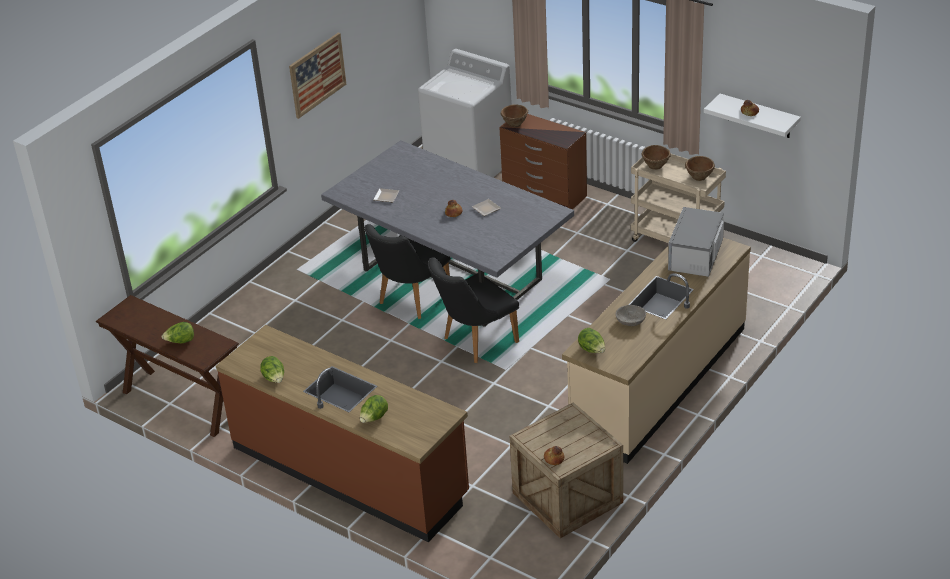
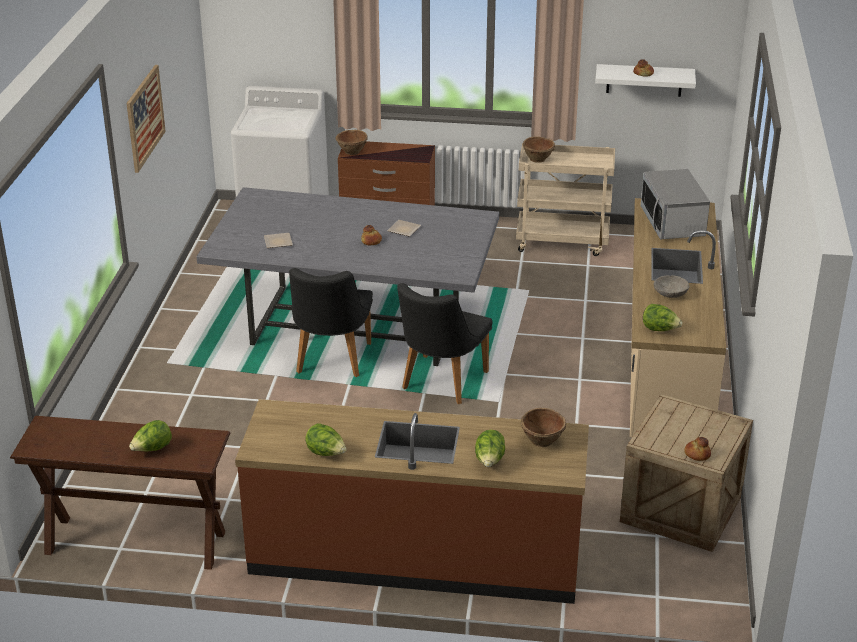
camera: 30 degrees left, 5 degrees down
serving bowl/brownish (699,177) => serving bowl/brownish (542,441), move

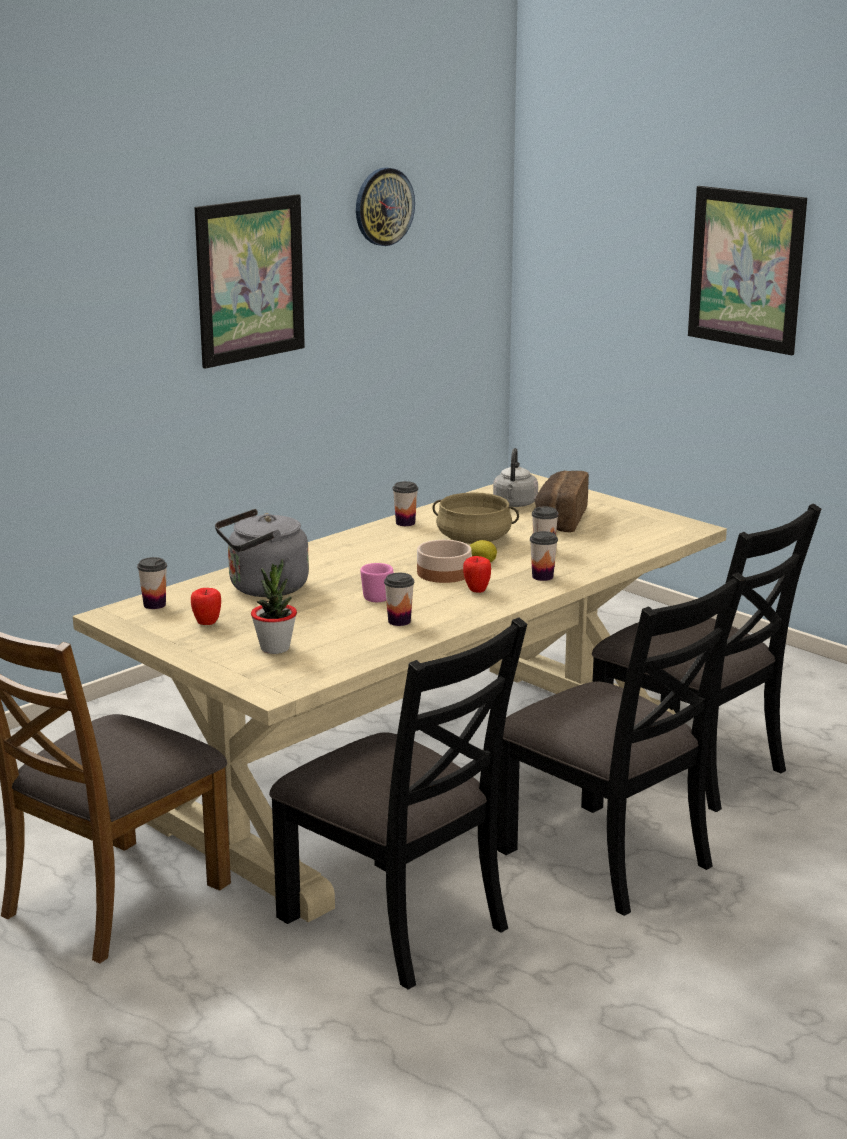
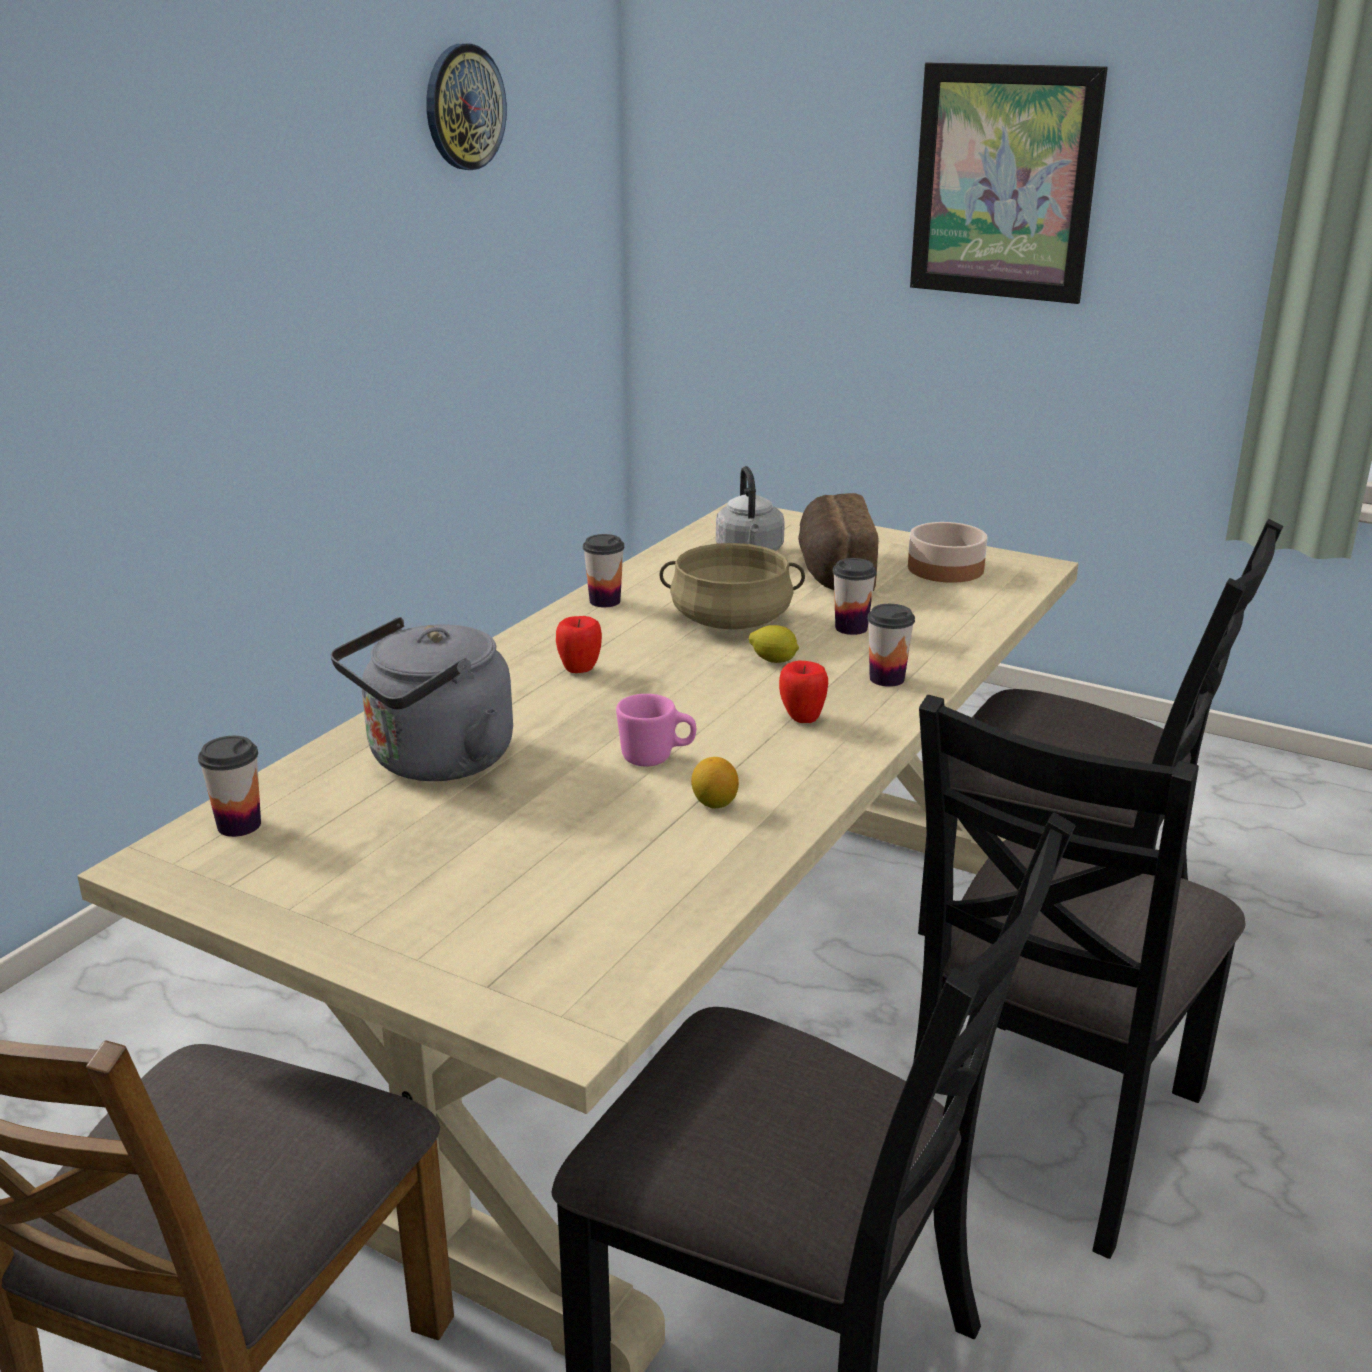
camera: 15 degrees left, 5 degrees up
whole apple (207,623) => whole apple (579,670), move
picture (250,280) => nothing
houseplant (275,648) => nothing
small cup (399,621) => whole lemon (714,803)
serving bowl (443,573) => serving bowl (944,569), move
upright chair/black-coloured (606,857) => upright chair/black-coloured (1047,1124), 90 degrees clockwise

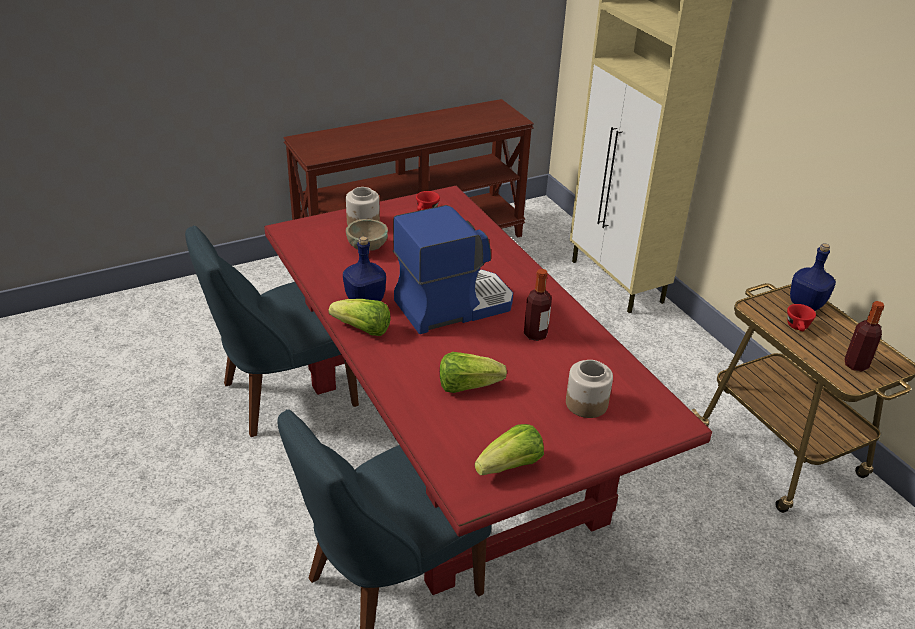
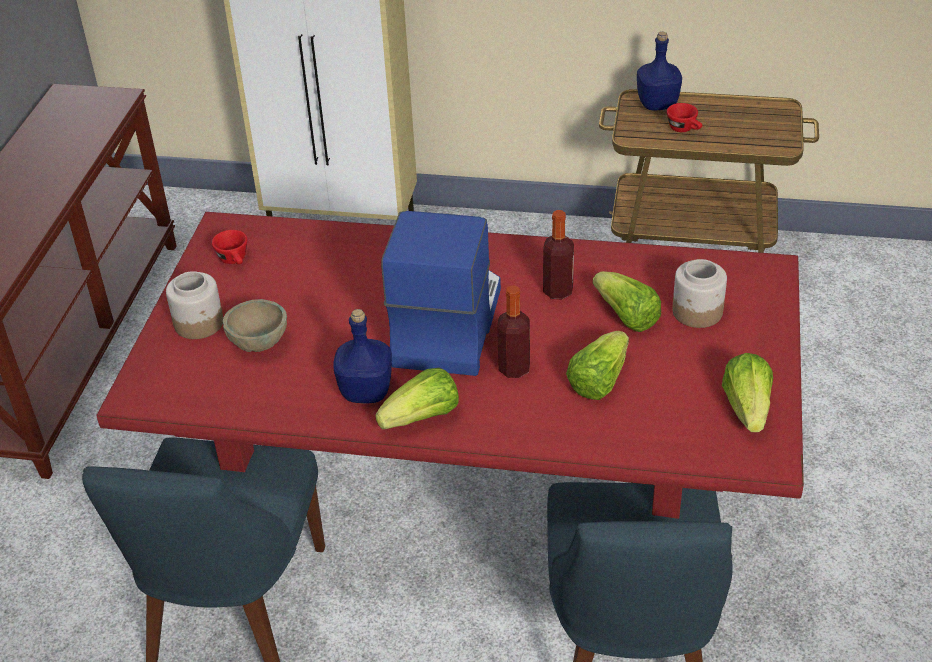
camera: 50 degrees left, 5 degrees up
beverage bottle (856,365) => beverage bottle (514,368), move
nothing => lettuce head (626,317)

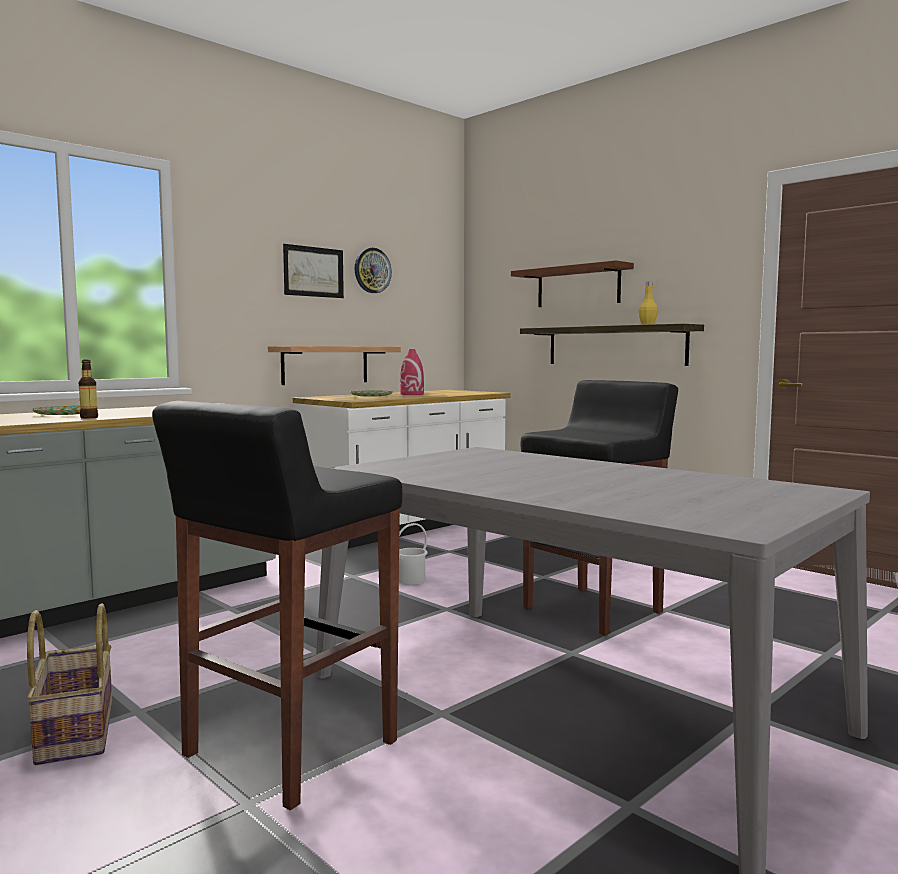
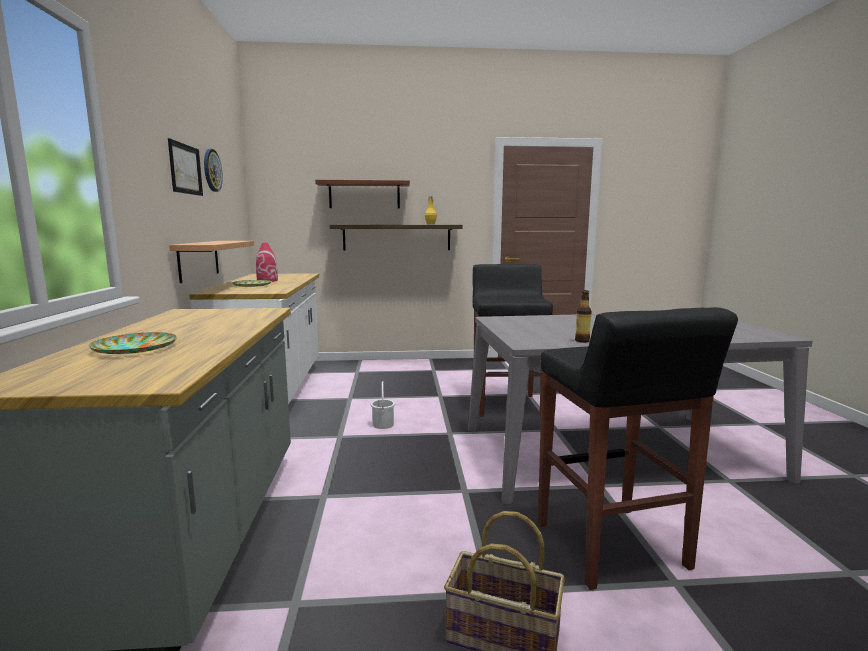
camera: 50 degrees left, 5 degrees up
beverage bottle (89,417) => beverage bottle (582,341), move

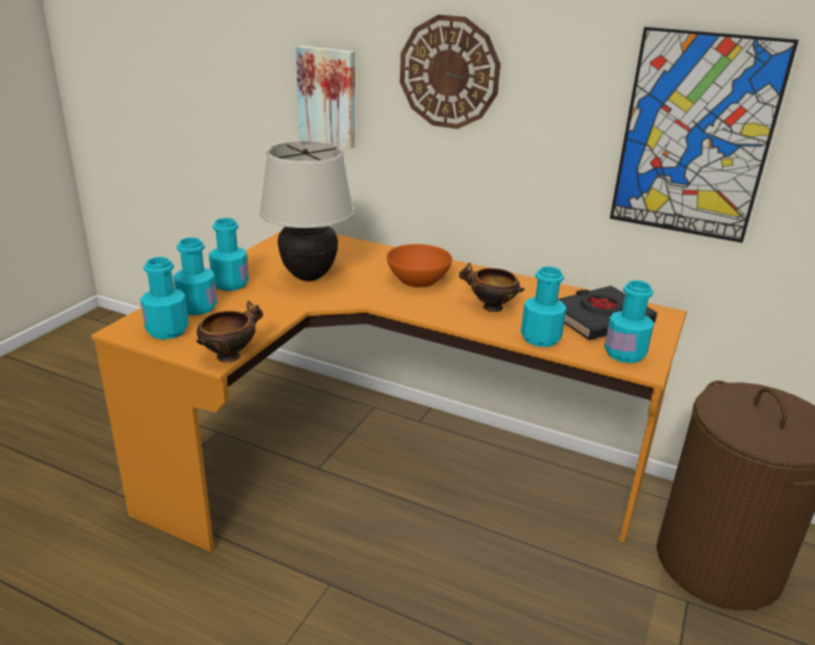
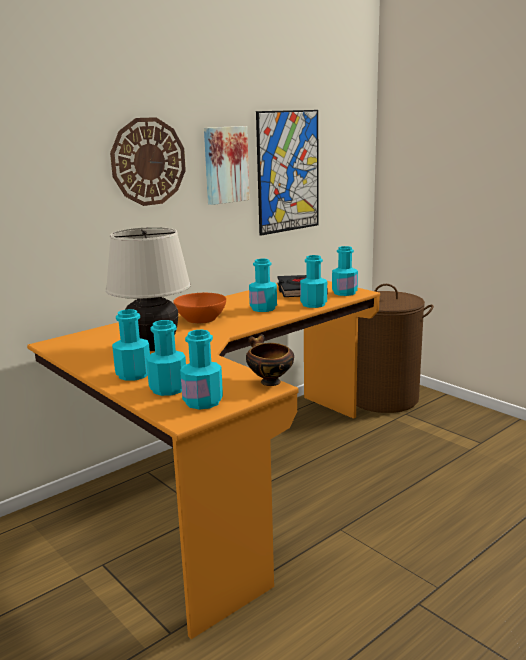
camera: 65 degrees left, 10 degrees down
picture (328,96) => picture (225,165), move
serving bowl (490,307) => beverage bottle/turquoise (263,308)

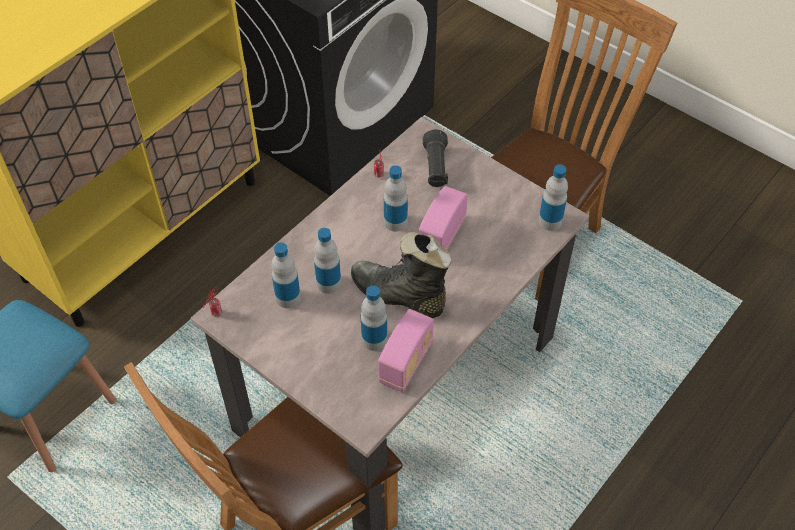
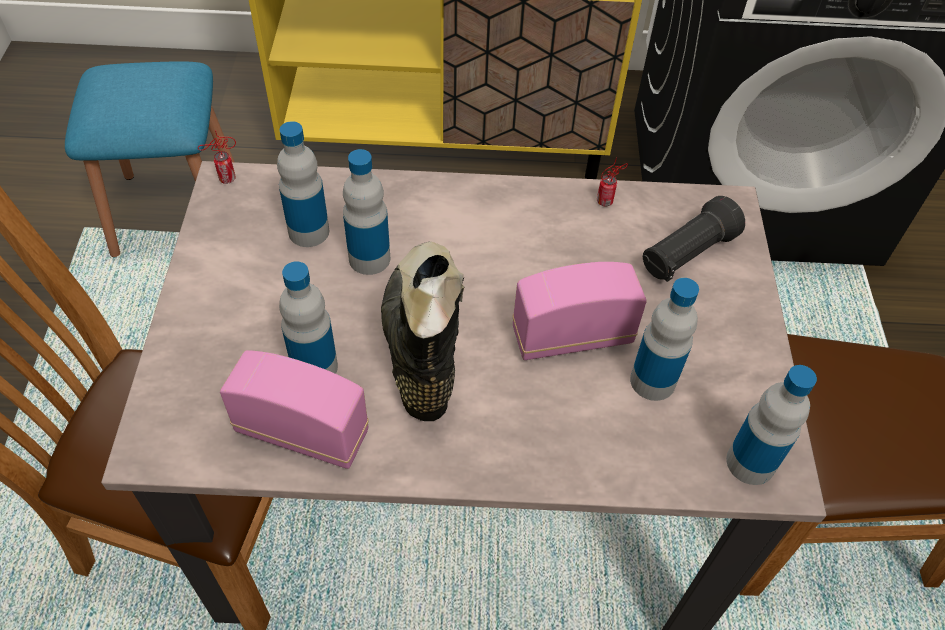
camera: 50 degrees right, 0 degrees up
radio (406,363) => radio (302,432), 150 degrees counterclockwise
beverage bottle (395,222) => beverage bottle (652,381), move

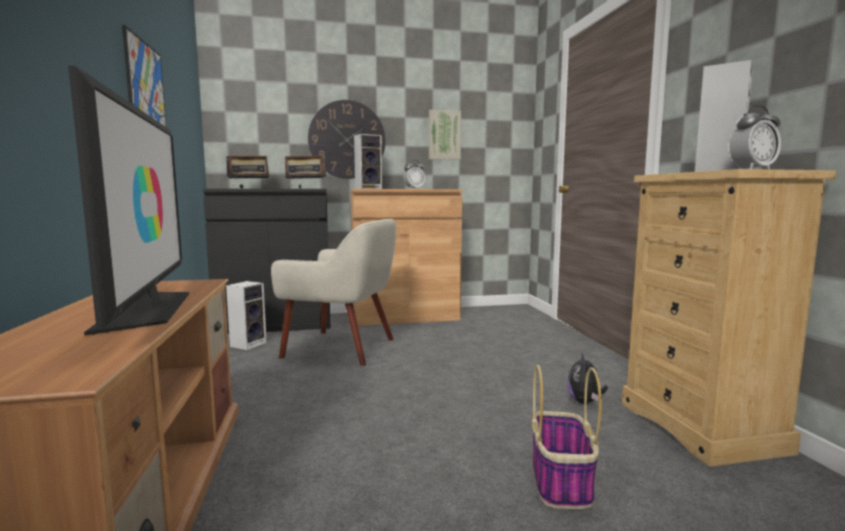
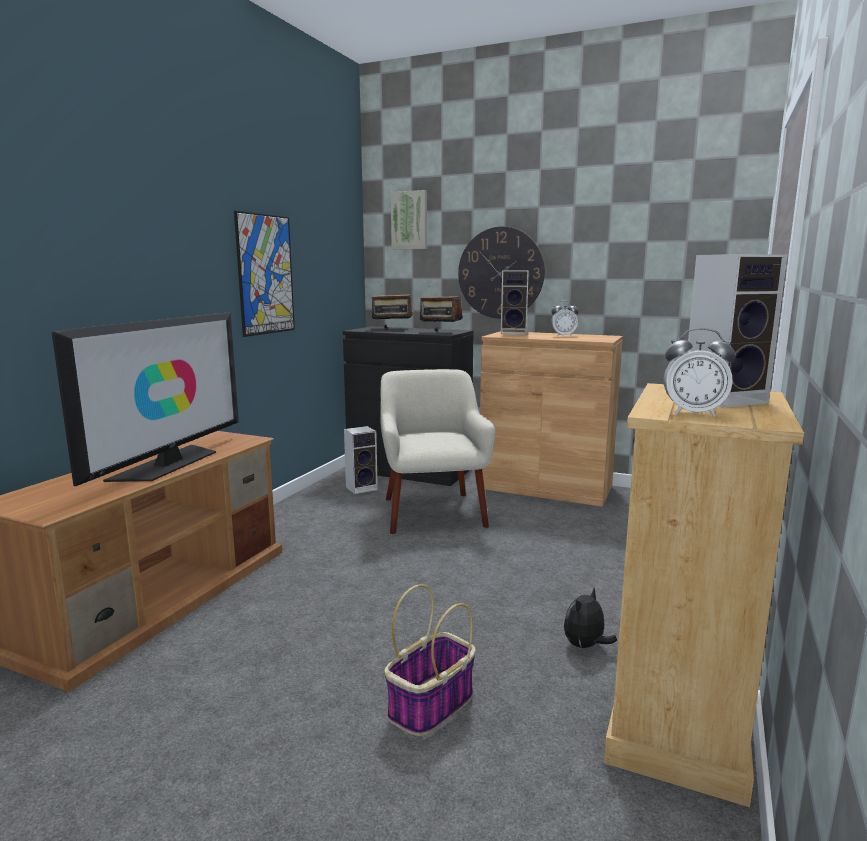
camera: 35 degrees right, 5 degrees up
lounge chair/beige (342,348) => lounge chair/beige (432,511), 150 degrees counterclockwise
picture (444,135) => picture (410,220), move

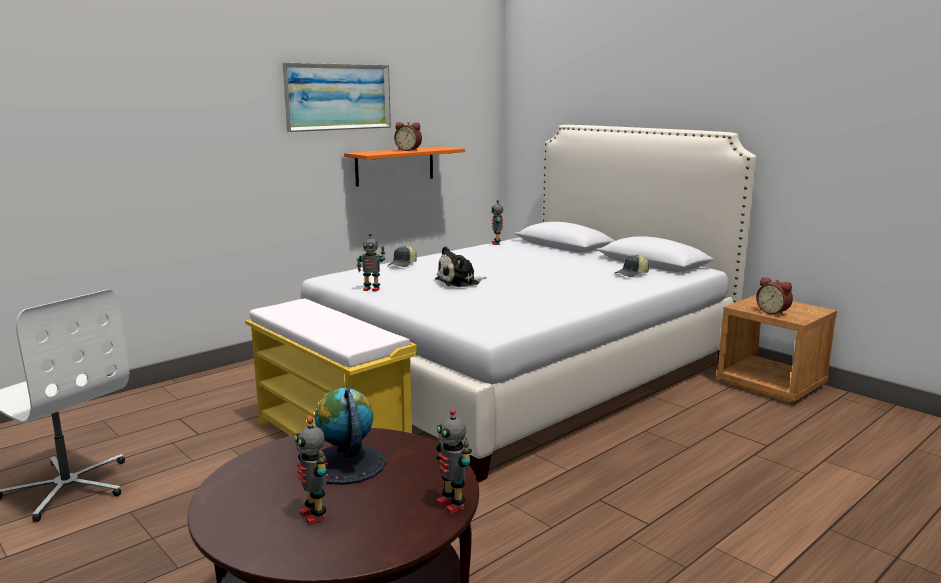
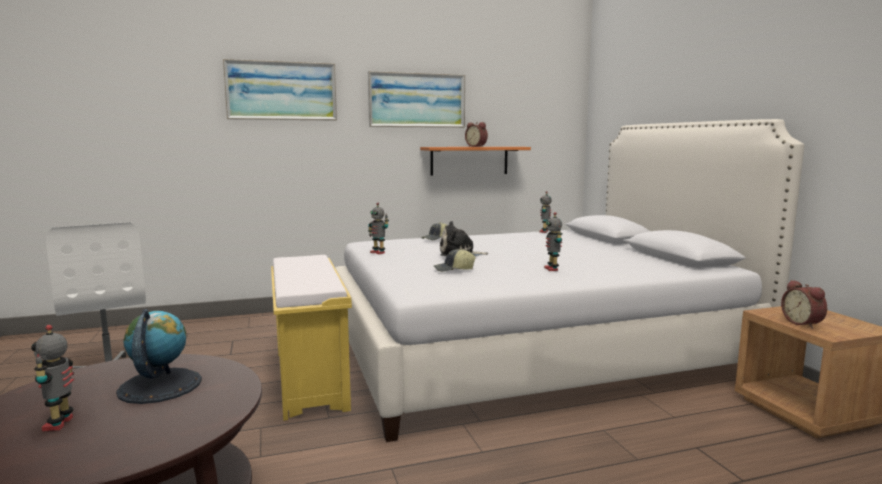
camera: 25 degrees right, 5 degrees down
toy robot (452,504) => toy robot (552,269), move
baseball cap (632,274) => baseball cap (454,270), move
nothing => picture (281,91)

